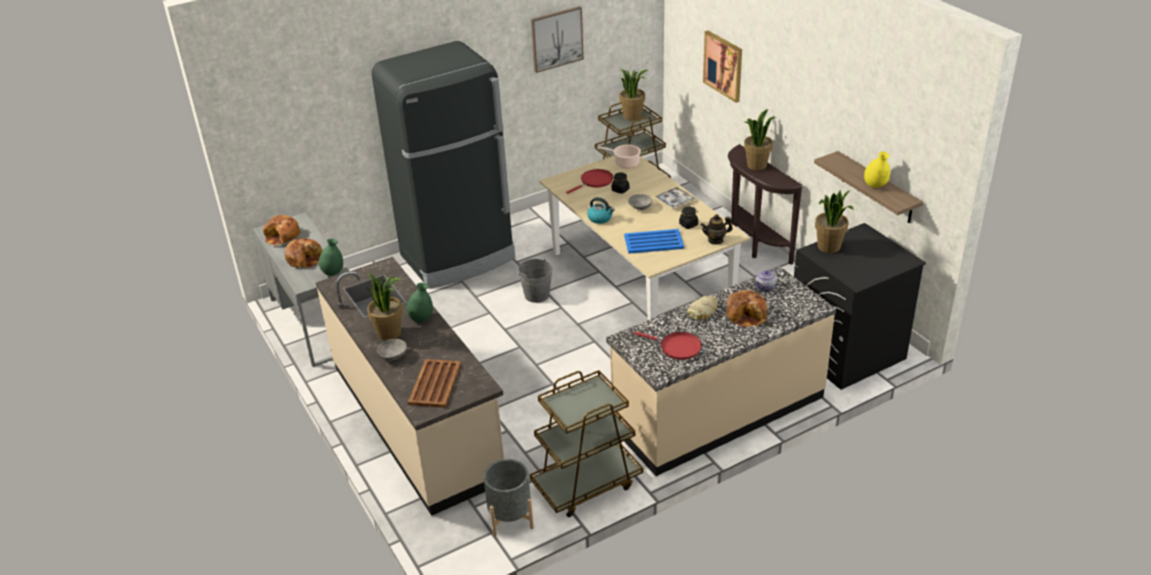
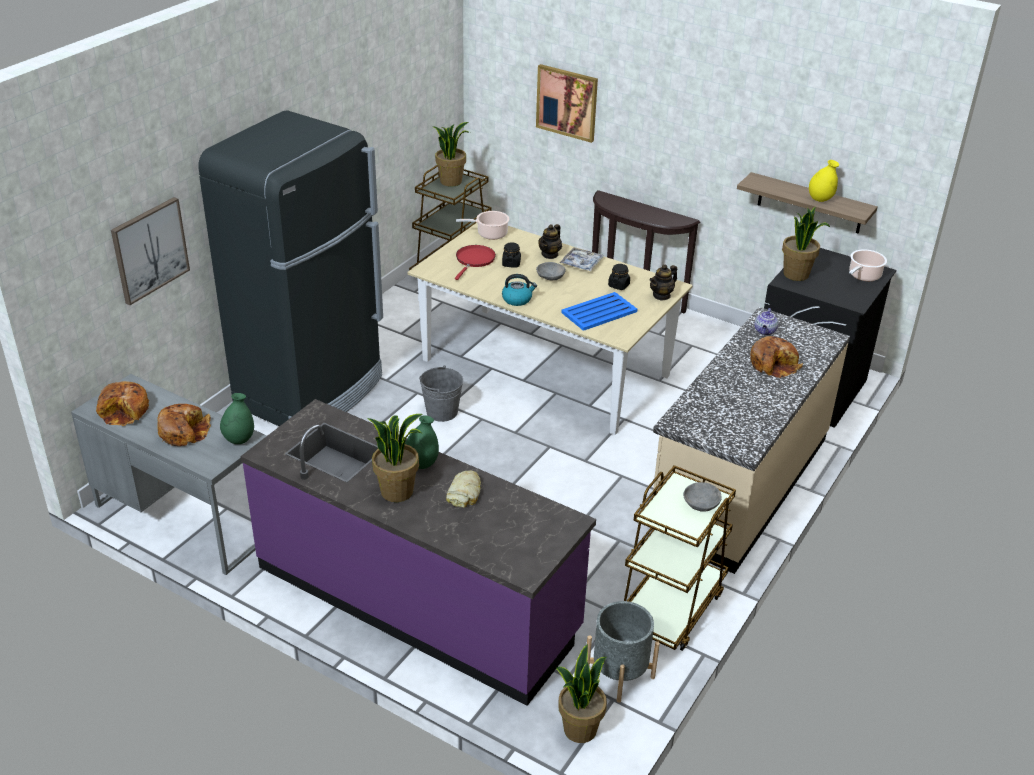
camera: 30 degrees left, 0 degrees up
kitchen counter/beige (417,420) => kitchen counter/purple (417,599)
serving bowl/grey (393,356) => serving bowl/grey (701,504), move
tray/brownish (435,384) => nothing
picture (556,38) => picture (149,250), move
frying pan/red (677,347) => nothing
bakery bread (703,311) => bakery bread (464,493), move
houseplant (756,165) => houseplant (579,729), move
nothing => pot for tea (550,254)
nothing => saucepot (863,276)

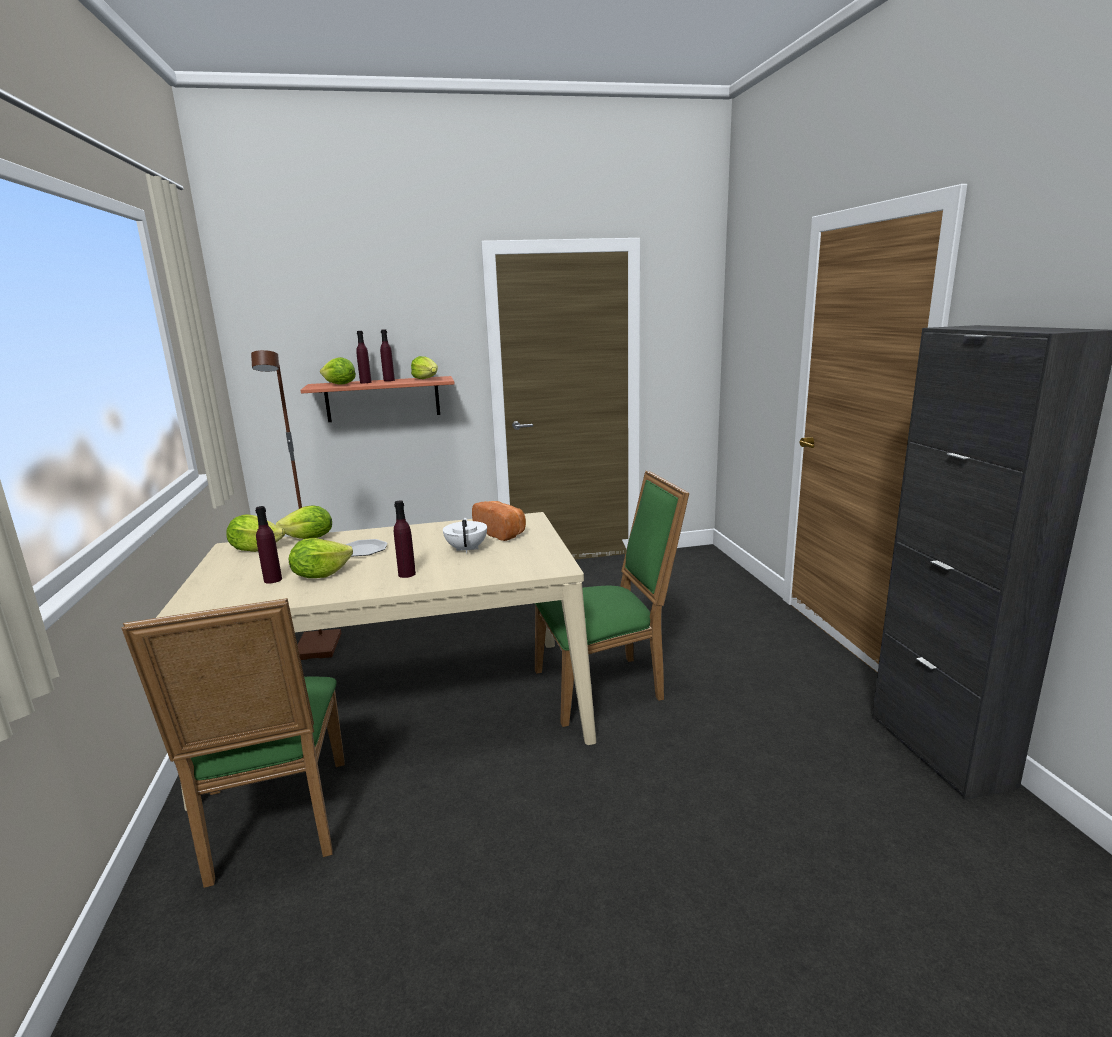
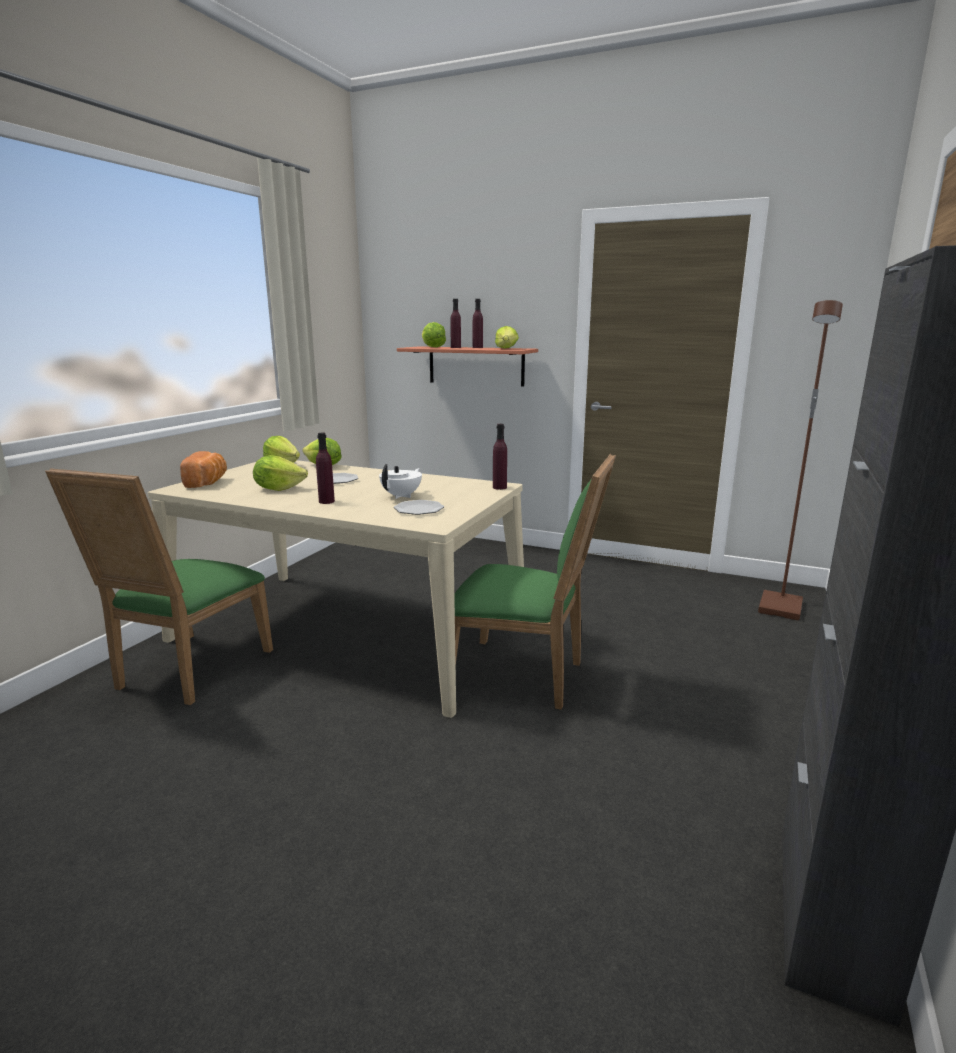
camera: 35 degrees right, 0 degrees up
standing lamp/brownish (319,647) => standing lamp/brownish (781,608), move
beverage bottle/purple (273,580) => beverage bottle/purple (499,487), move
bakery bread (502,532) => bakery bread (208,482), move
nothing => plate (418,509)

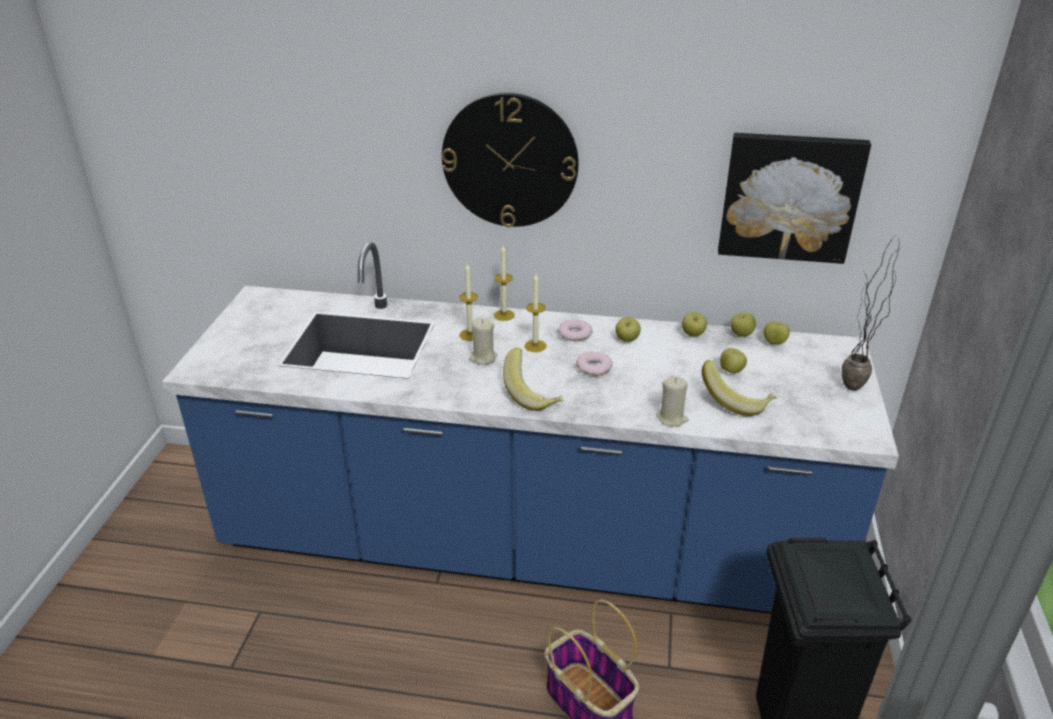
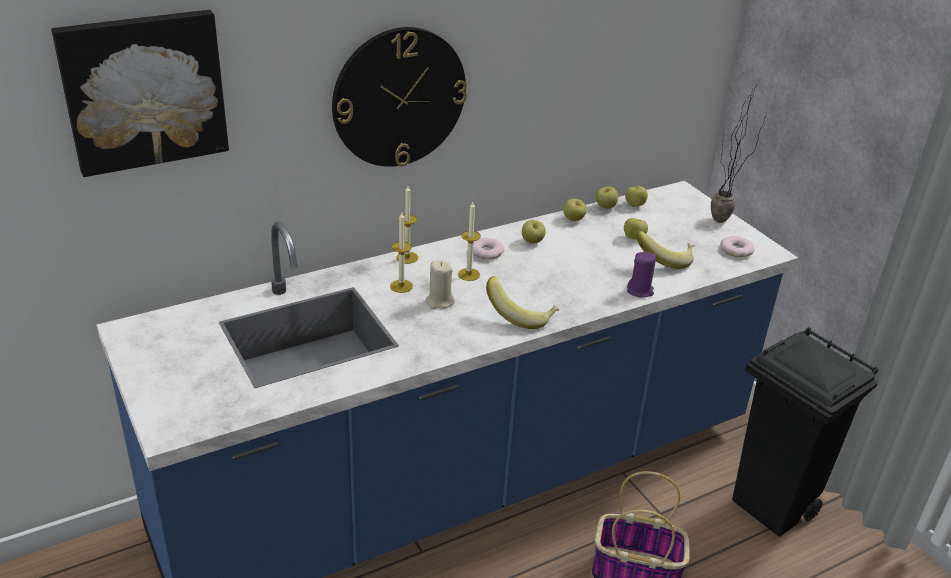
camera: 40 degrees left, 0 degrees up
ring doughnut (594,367) => ring doughnut (736,250), move
wax candle/beige (672,418) => wax candle/purple (640,291)
picture (789,196) => picture (144,90), move

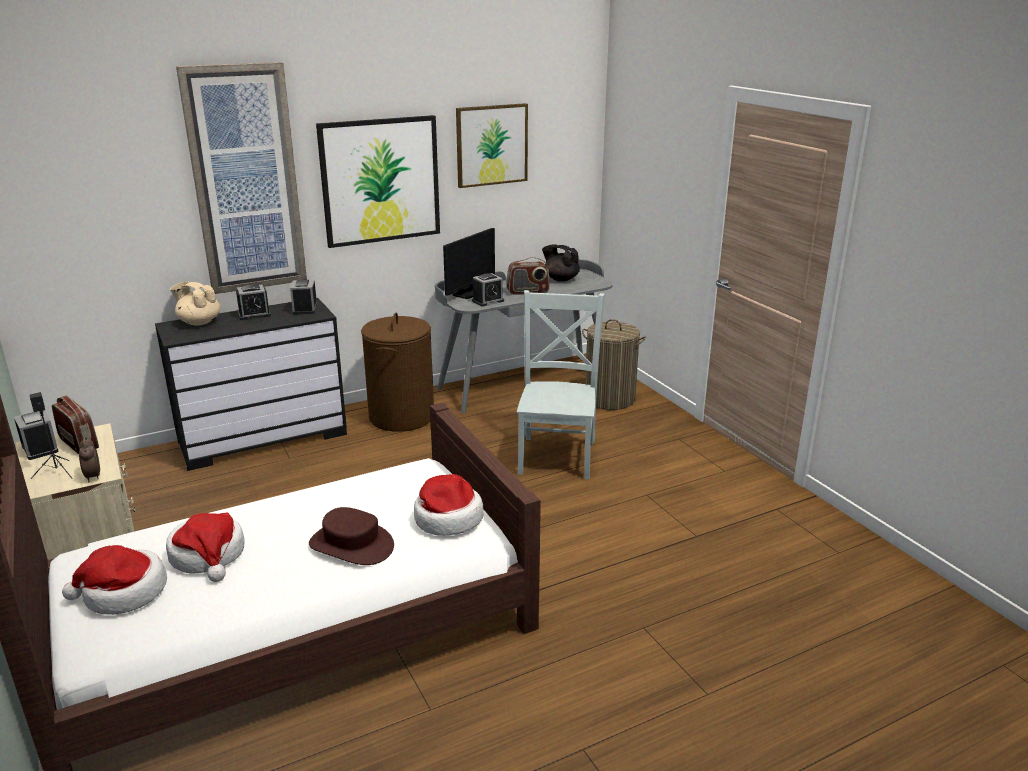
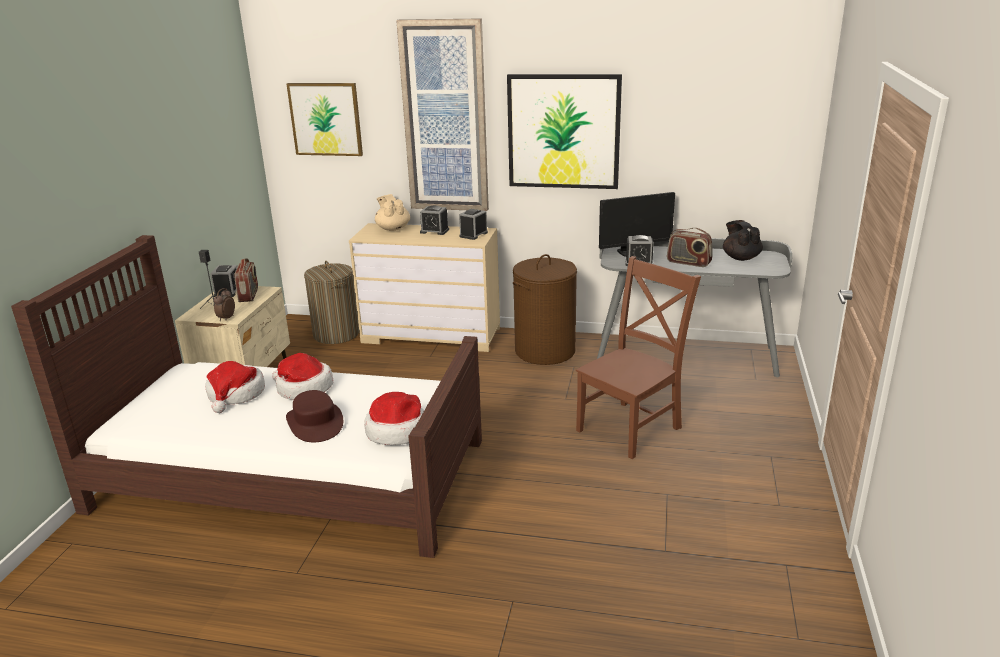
camera: 40 degrees right, 0 degrees up
clothing hat (123,593) => clothing hat (303,388), move
drawer chest/black-coloured (263,437) => drawer chest/beige (431,335)
picture (491,145) => picture (326,119), move
upright chair/grey (557,454) => upright chair/brownish (632,427)
laundry basket (610,399) => laundry basket (336,334), move

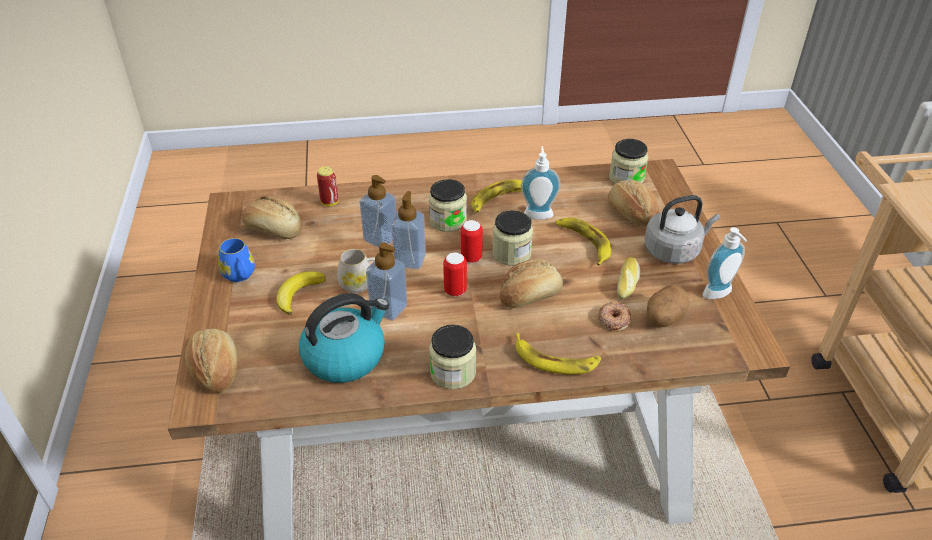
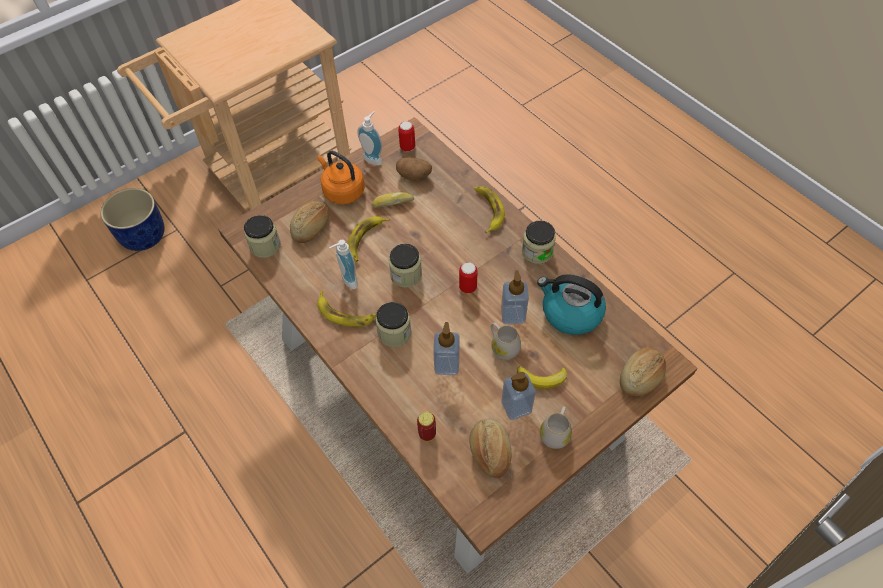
camera: 120 degrees left, 15 degrees up
coffee mug/blue (240,276) => coffee mug/white-coloured (555,432)
soap bottle (410,260) => soap bottle (516,407), move
can (471,258) => can (407,147), move
bakery bread (529,295) => nothing
ring doughnut (613,319) => nothing
tea kettle/grey (674,251) => tea kettle/orange-coloured (342,191)
nothing => plant pot/blue (143,236)

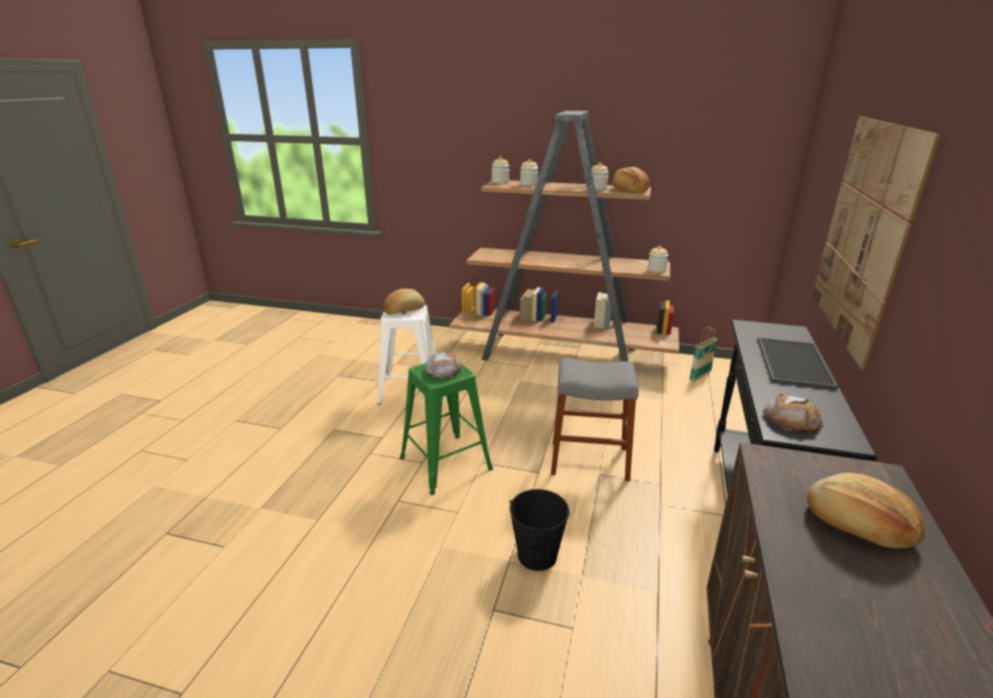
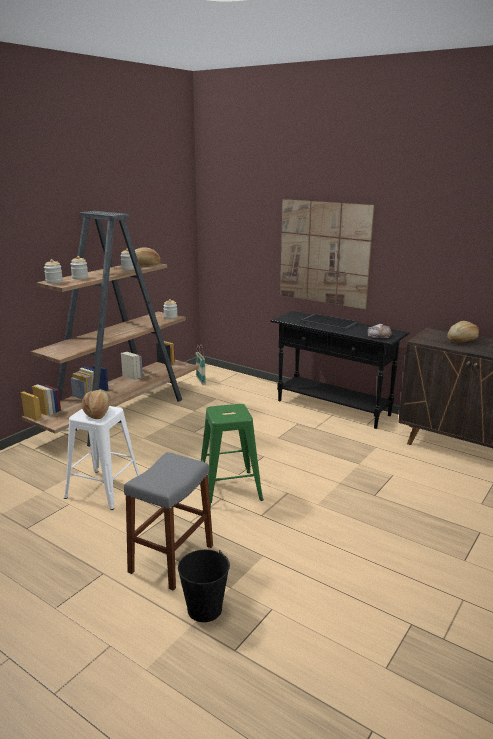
camera: 70 degrees left, 5 degrees down
bakery bread (443,370) => nothing
water bucket/black-coloured (537,555) => water bucket/black-coloured (204,609), move
stool seat/grey (589,460) => stool seat/grey (171,559), move

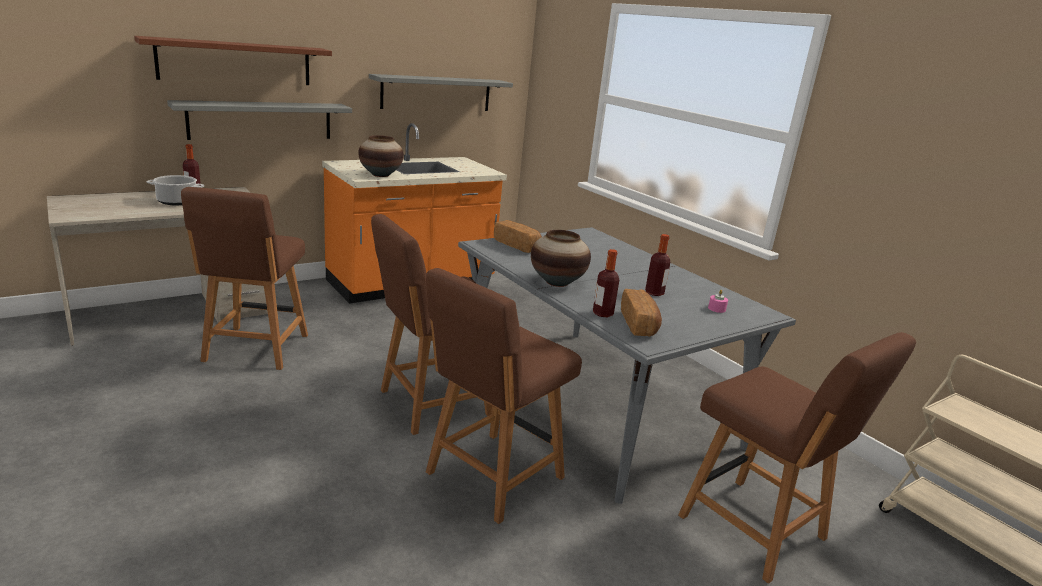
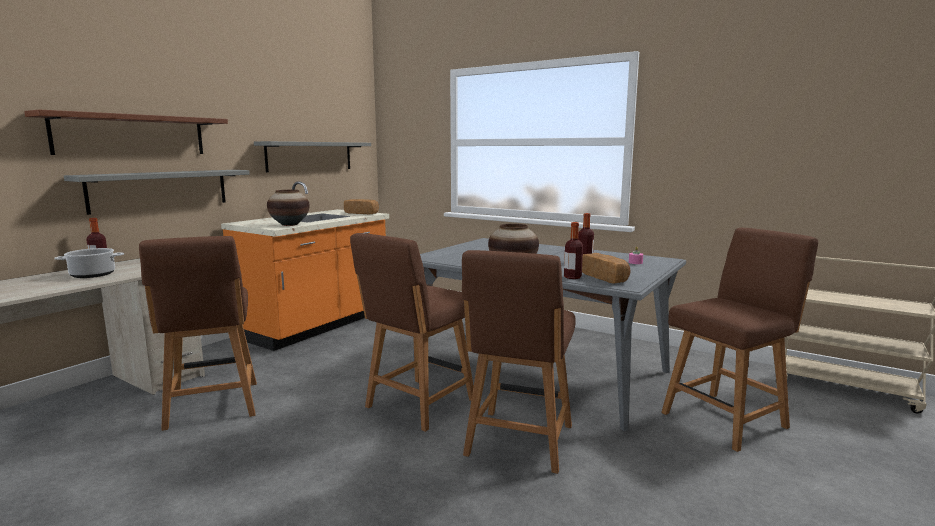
camera: 20 degrees left, 10 degrees down
bakery bread (517,245) => bakery bread (362,213), move
upright chair/brownish (757,530) => upright chair/brownish (726,419), 60 degrees counterclockwise

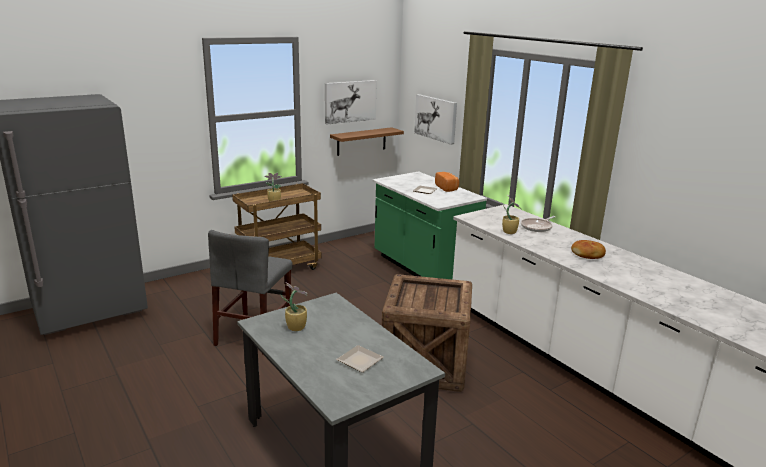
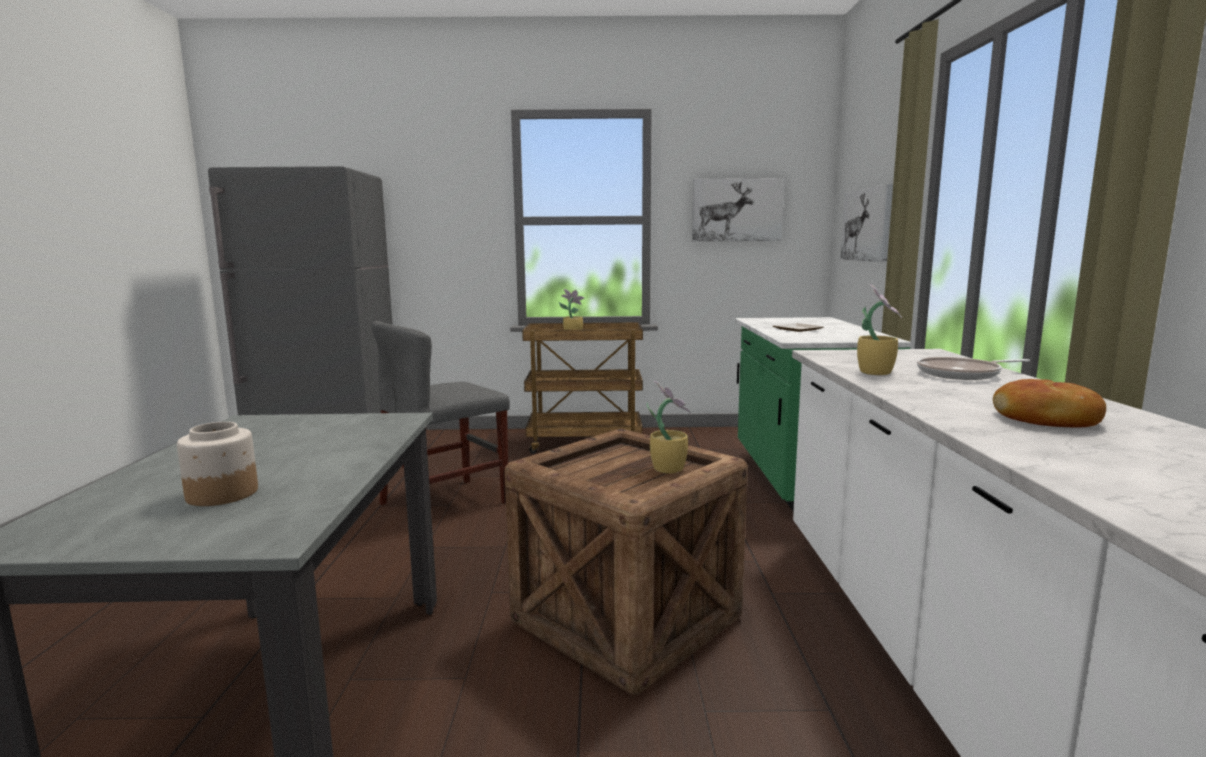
camera: 35 degrees right, 10 degrees down
houseplant (296,327) => houseplant (668,468), move
shelf/brownish (361,141) => nothing
plate (360,362) => storage jar (221,494)
bakery bread (447,188) => nothing

